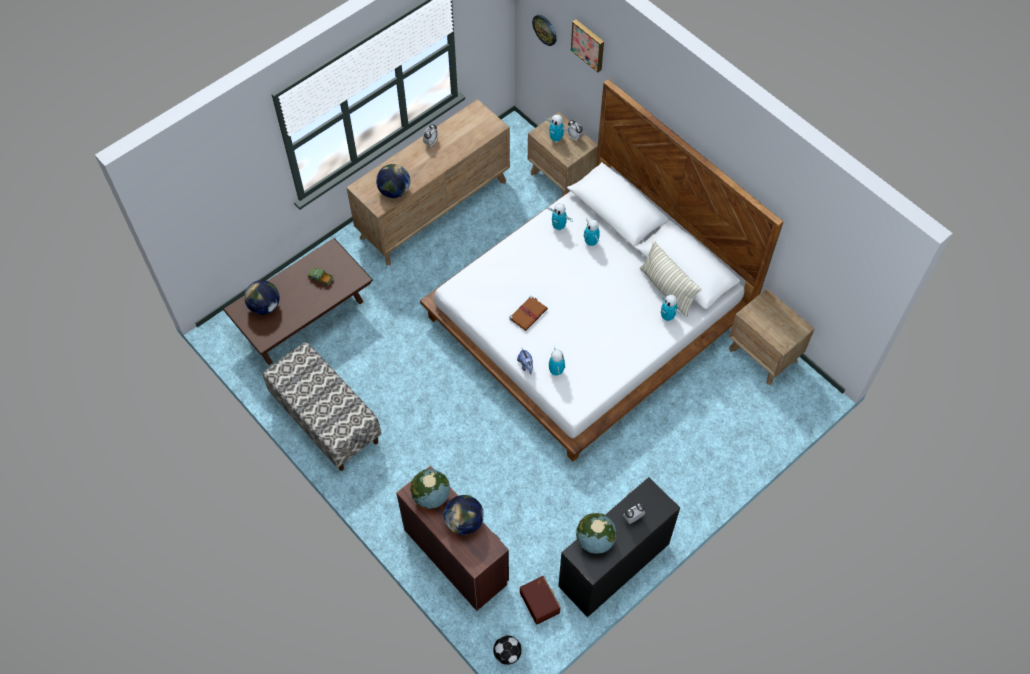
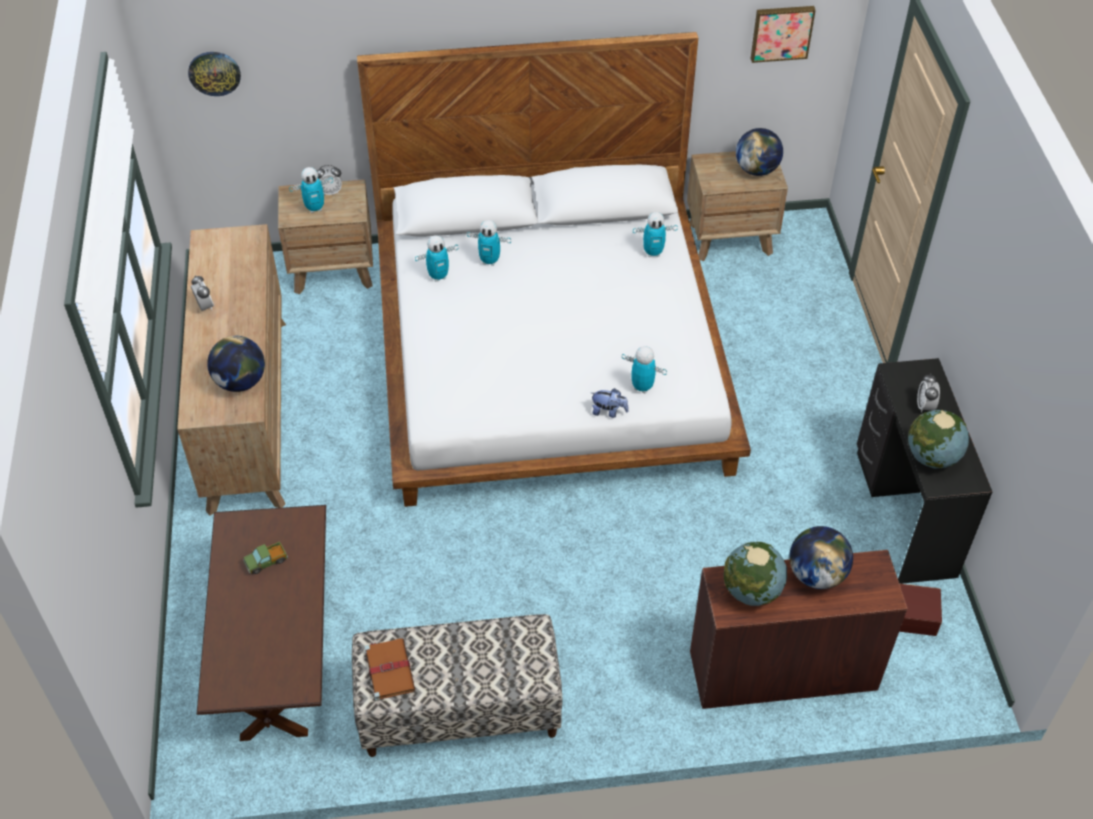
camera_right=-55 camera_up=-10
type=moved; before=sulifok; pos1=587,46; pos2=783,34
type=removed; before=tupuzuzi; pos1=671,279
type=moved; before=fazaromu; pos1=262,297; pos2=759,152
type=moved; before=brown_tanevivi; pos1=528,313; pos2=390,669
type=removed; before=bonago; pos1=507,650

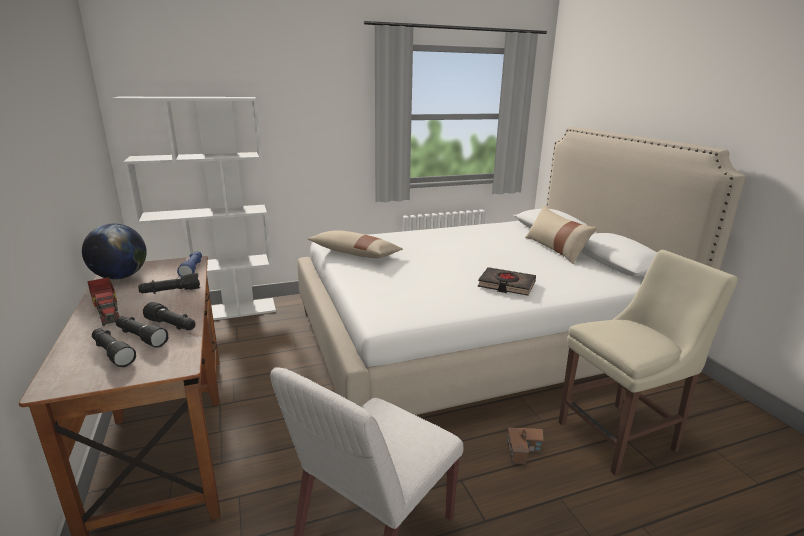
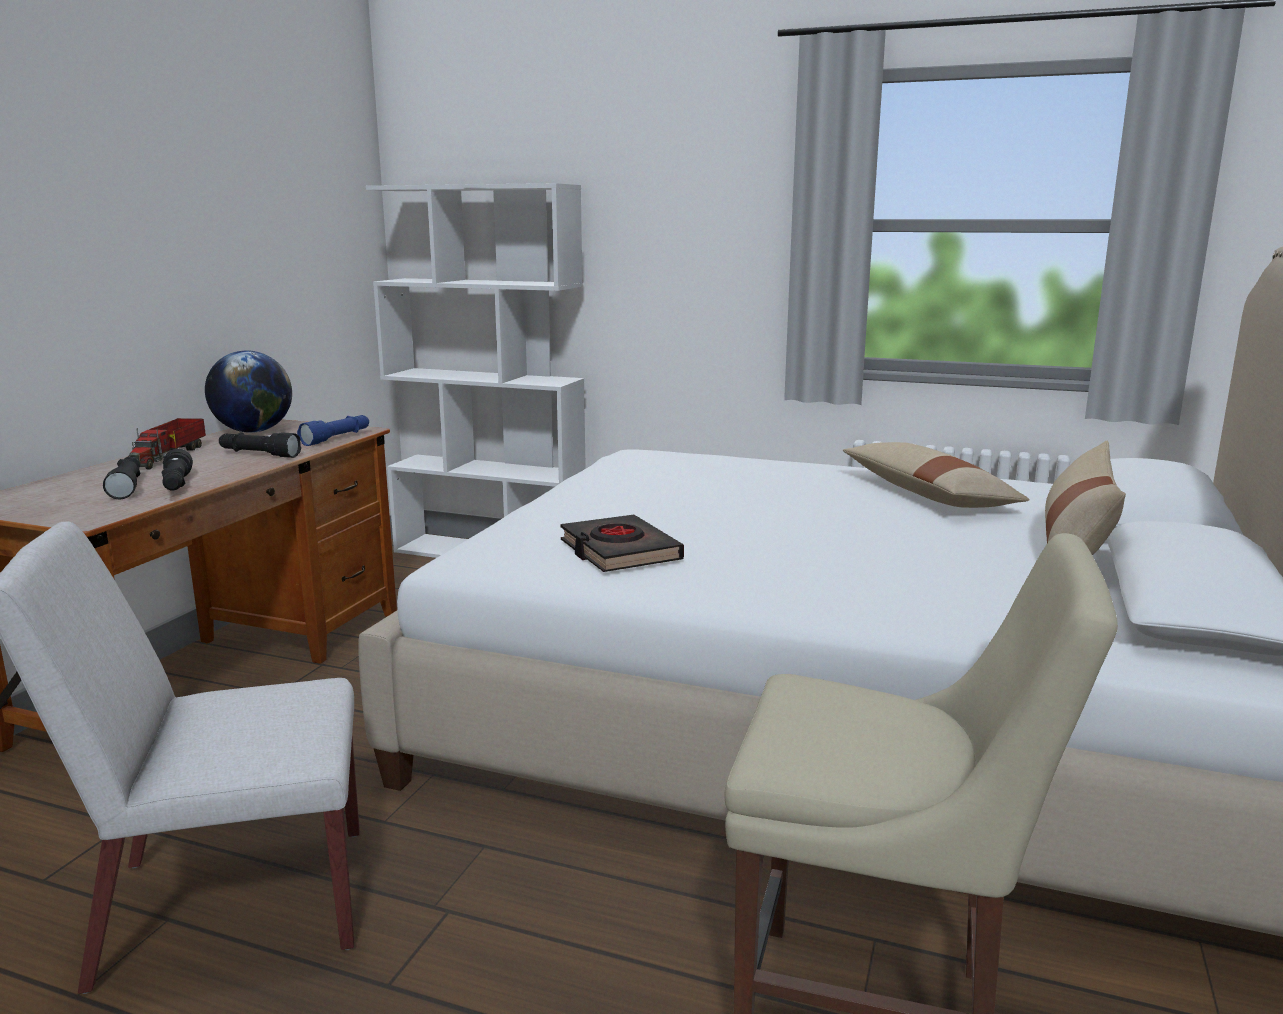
camera_right=40 camera_up=-5
type=moved; before=beige_tupuzuzi; pos1=355,244; pos2=936,475
type=moved; before=black_tanevivi; pos1=507,281; pos2=622,543
type=removed; before=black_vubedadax; pos1=114,347
type=removed; before=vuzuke; pos1=526,446

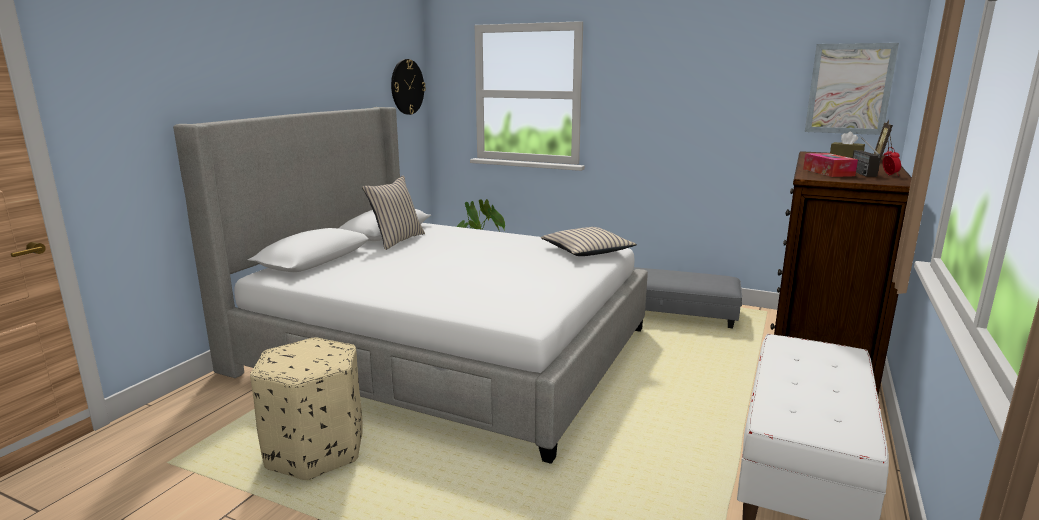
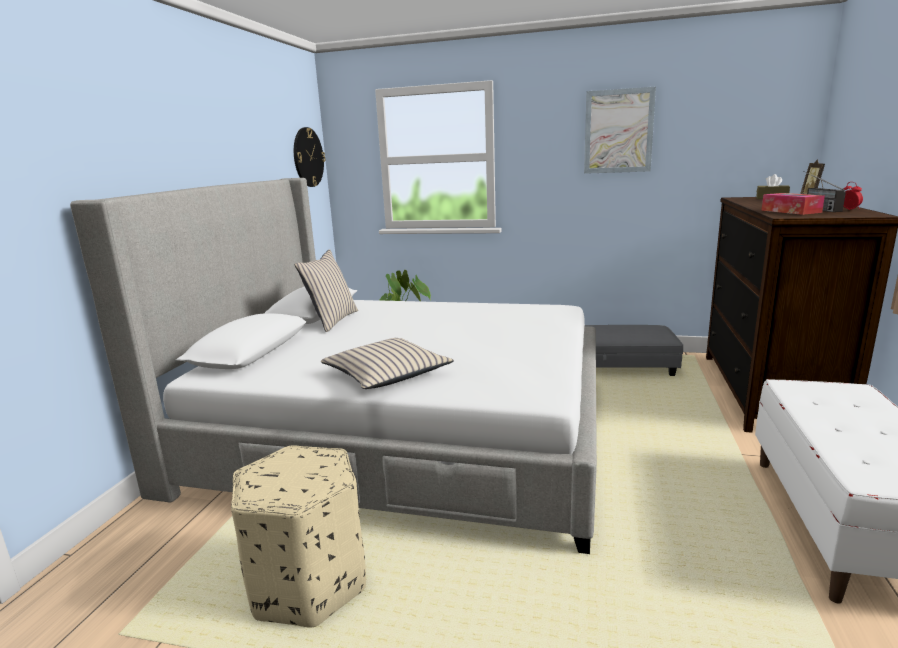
camera_right=-10 camera_up=0
type=moved; before=sulifok; pos1=852,89; pos2=620,130
type=moved; before=beige_tupuzuzi; pos1=589,241; pos2=387,363

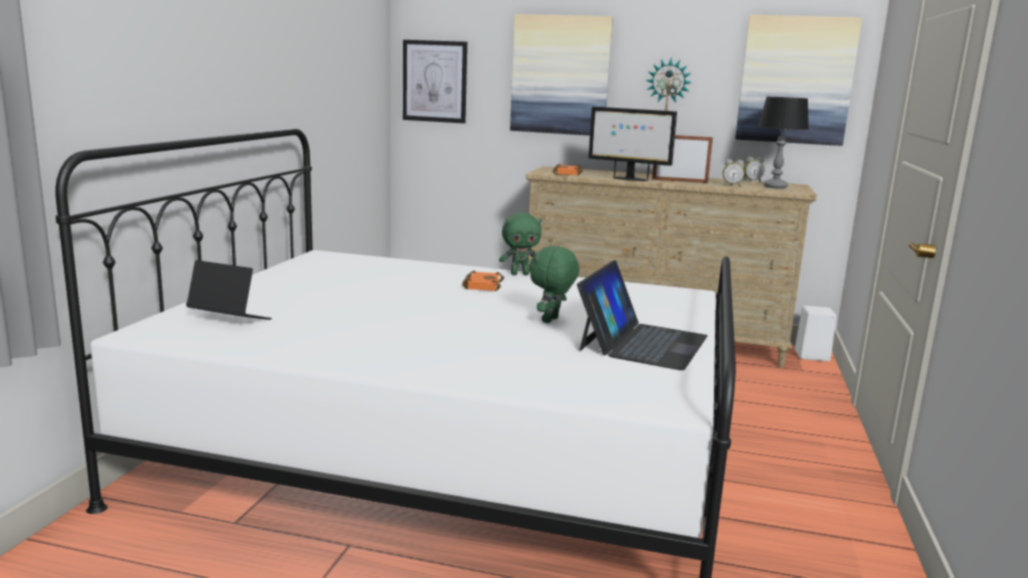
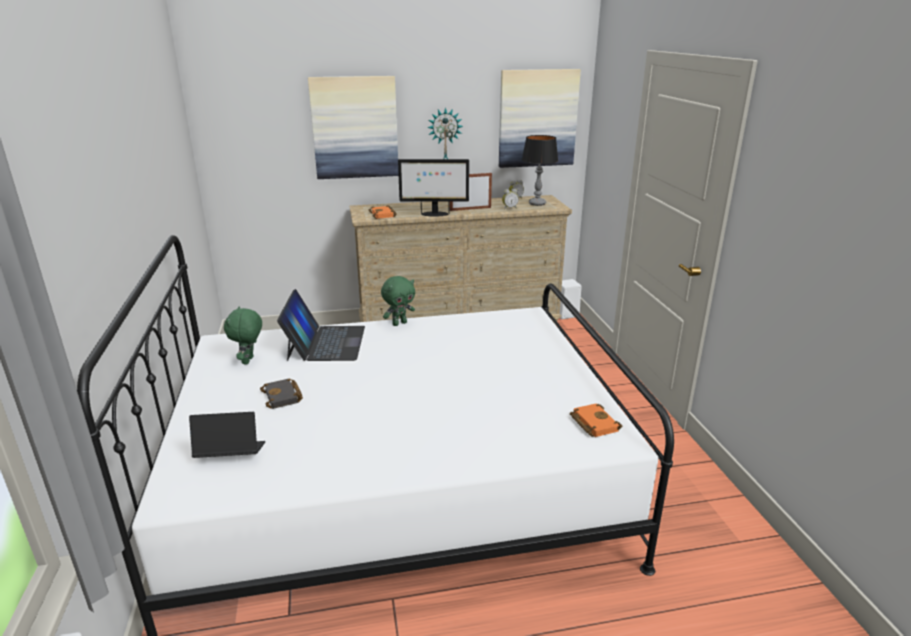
camera_right=-25 camera_up=10
type=removed; before=sulifok; pos1=435,81
type=moved; before=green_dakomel; pos1=554,284; pos2=243,336
type=moved; before=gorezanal; pos1=642,315; pos2=321,325
type=moved; before=orange_tanevivi; pos1=483,280; pos2=596,420
type=added; after=black_tanevivi; pos2=281,394

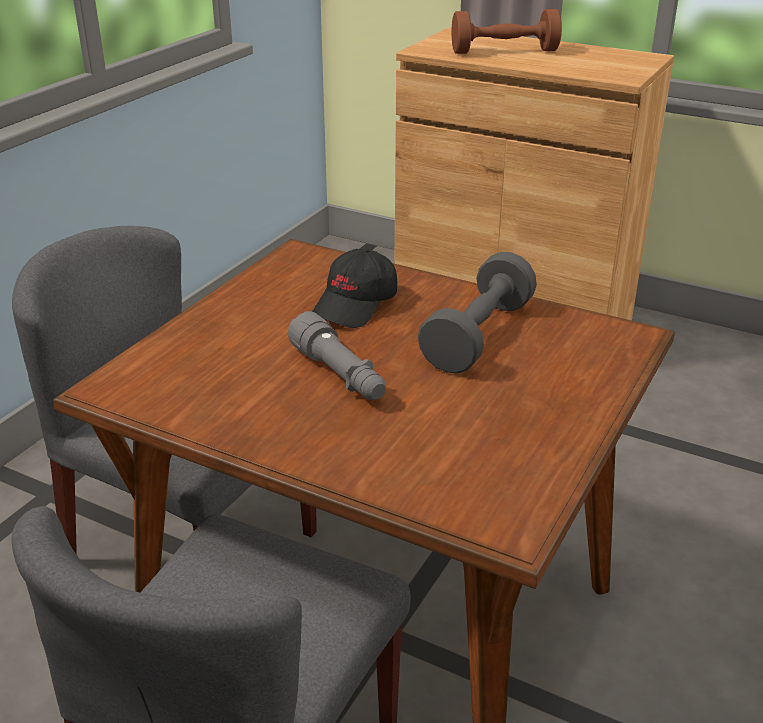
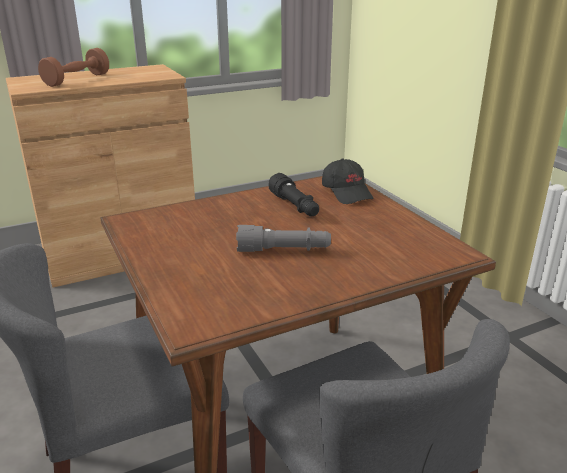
camera_right=-55 camera_up=-5
type=moved; before=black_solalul; pos1=354,288; pos2=348,181
type=replaced; before=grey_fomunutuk; after=black_vubedadax; pos1=477,313; pos2=293,194

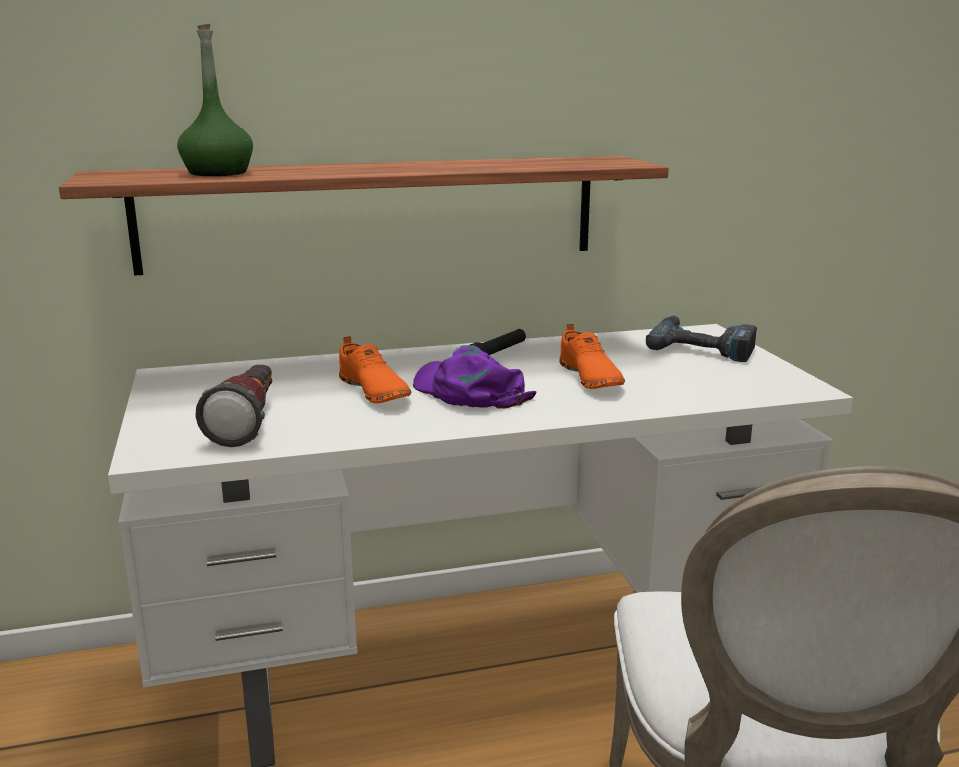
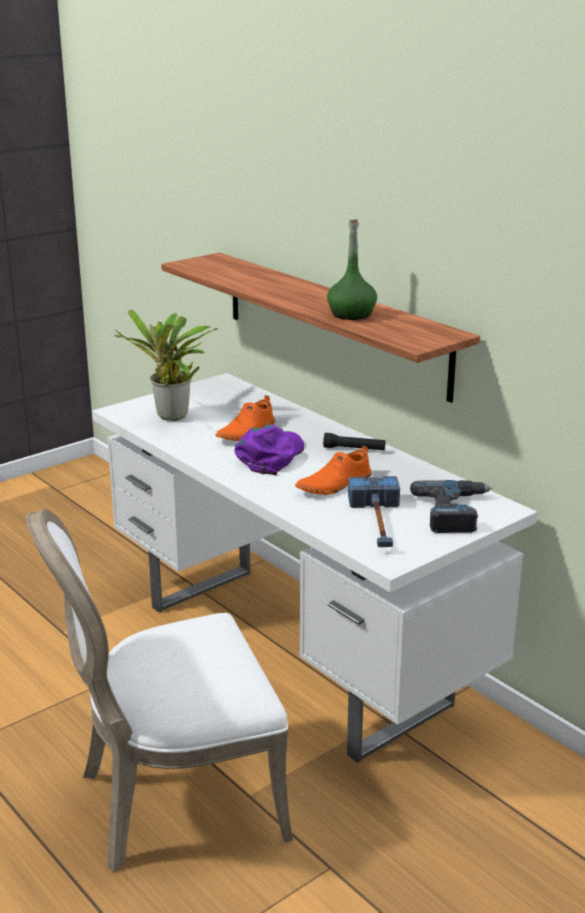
camera_right=65 camera_up=5
type=moved; before=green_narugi; pos1=215,100; pos2=352,269
type=replaced; before=vubedadax; after=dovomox; pos1=233,406; pos2=166,365
type=added; after=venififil; pos2=374,511

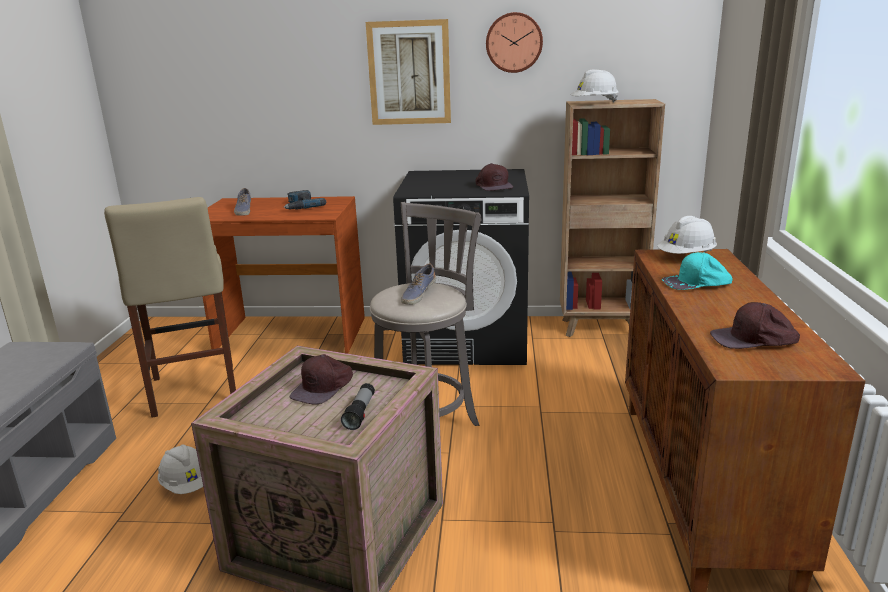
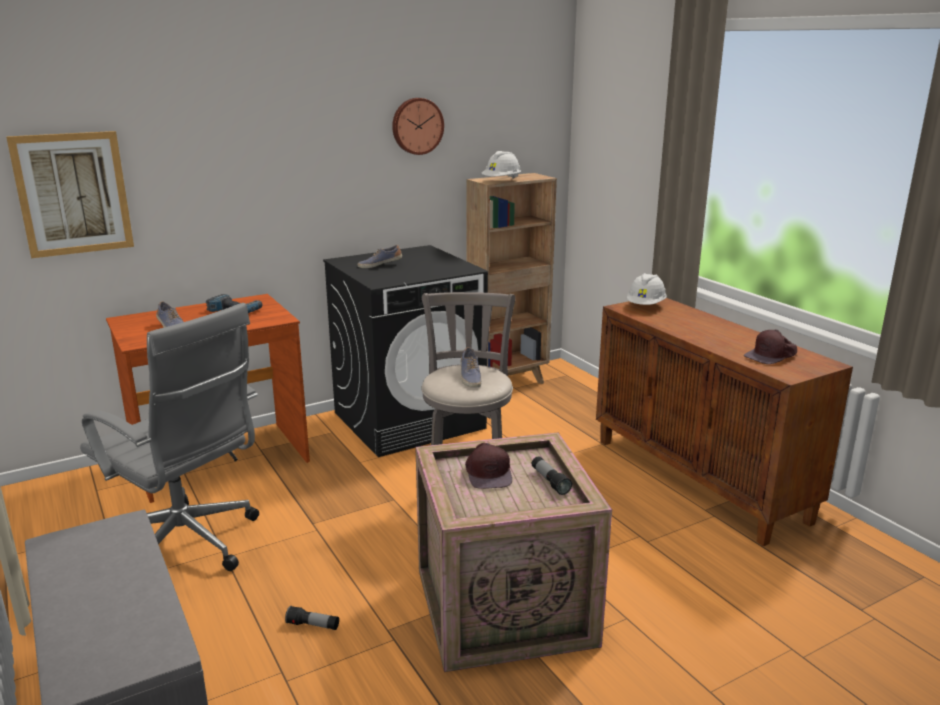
camera_right=-35 camera_up=0
type=moved; before=sulifok; pos1=408,72; pos2=70,194
type=removed; before=brown_solalul; pos1=494,177
type=replaced; before=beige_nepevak; after=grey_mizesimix; pos1=170,307; pos2=169,437
type=removed; before=turquoise_solalul; pos1=697,271
type=replaced; before=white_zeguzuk; after=vubedadax; pos1=180,469; pos2=312,618
type=added; after=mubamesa; pos2=379,256

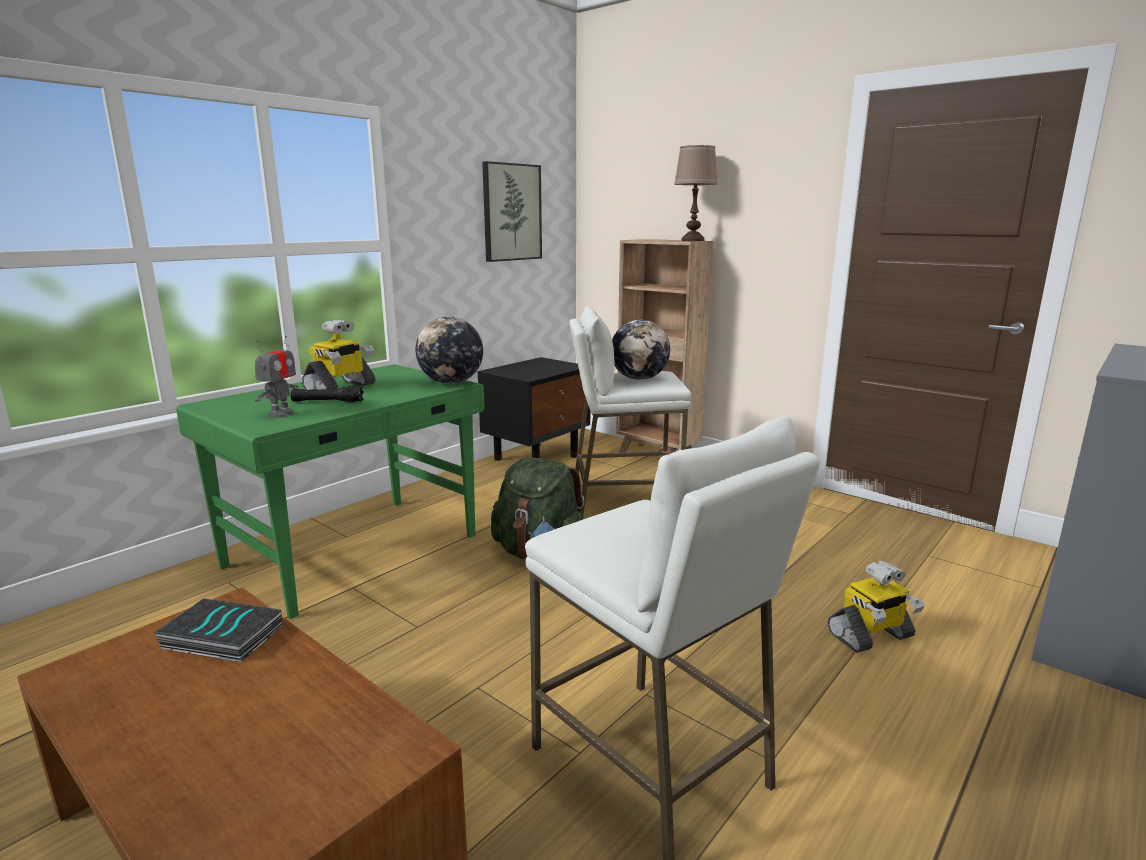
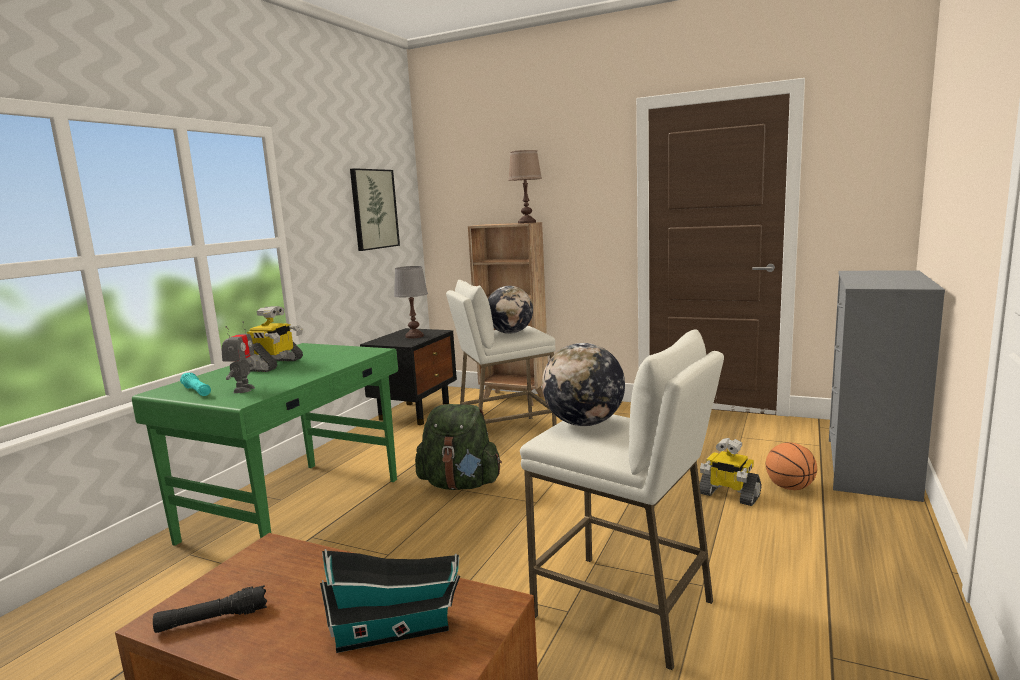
camera_right=-15 camera_up=-5
type=moved; before=fazaromu; pos1=449,350; pos2=583,384
type=moved; before=black_vubedadax; pos1=327,394; pos2=210,609
type=turned; before=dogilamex; pos1=876,606; pos2=730,472; turn=75
type=removed; before=tanevivi; pos1=218,630
type=added; after=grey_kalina; pos2=411,302
type=added; after=turquoise_vubedadax; pos2=195,384
type=added; after=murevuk; pos2=791,466
type=added; after=vuzuke; pos2=390,601

